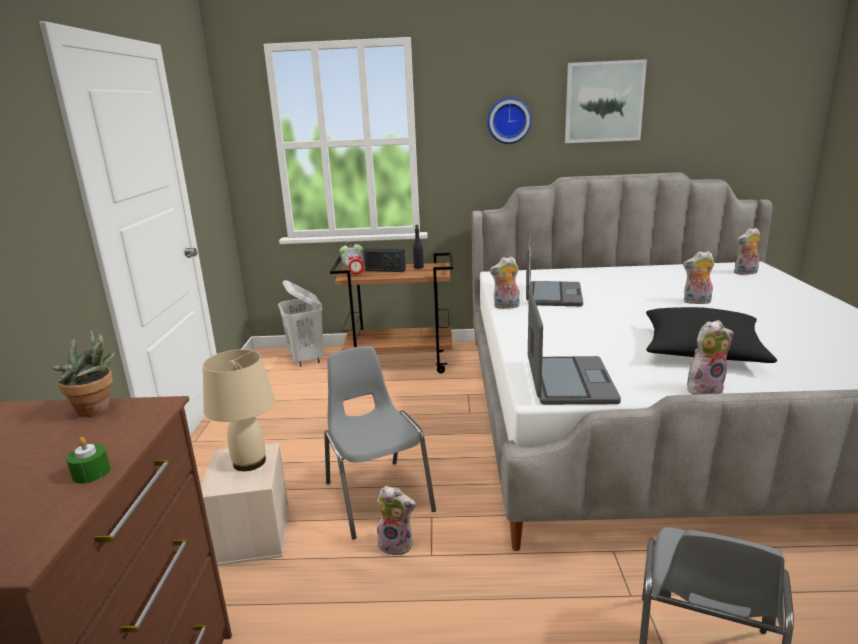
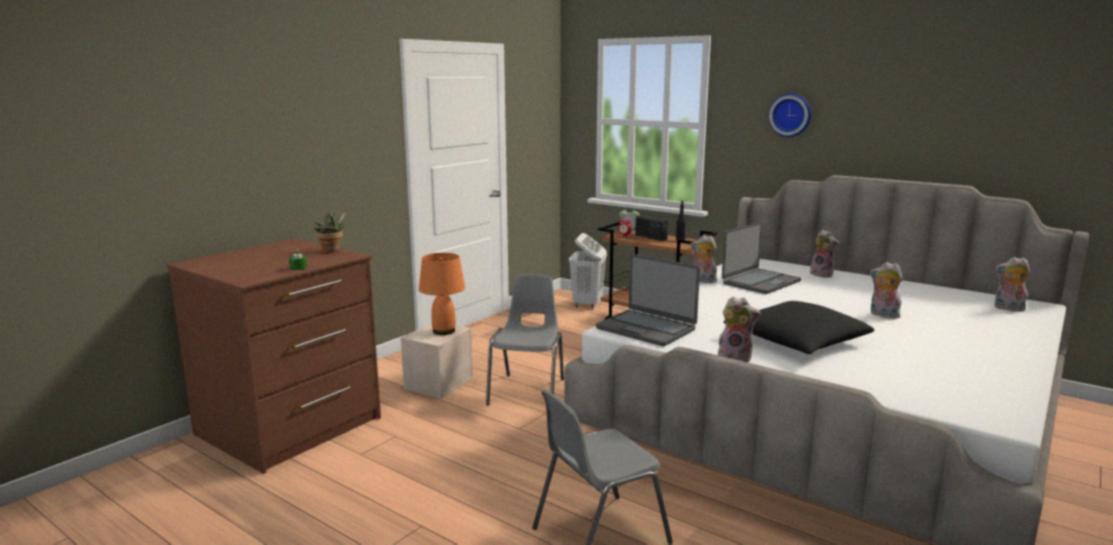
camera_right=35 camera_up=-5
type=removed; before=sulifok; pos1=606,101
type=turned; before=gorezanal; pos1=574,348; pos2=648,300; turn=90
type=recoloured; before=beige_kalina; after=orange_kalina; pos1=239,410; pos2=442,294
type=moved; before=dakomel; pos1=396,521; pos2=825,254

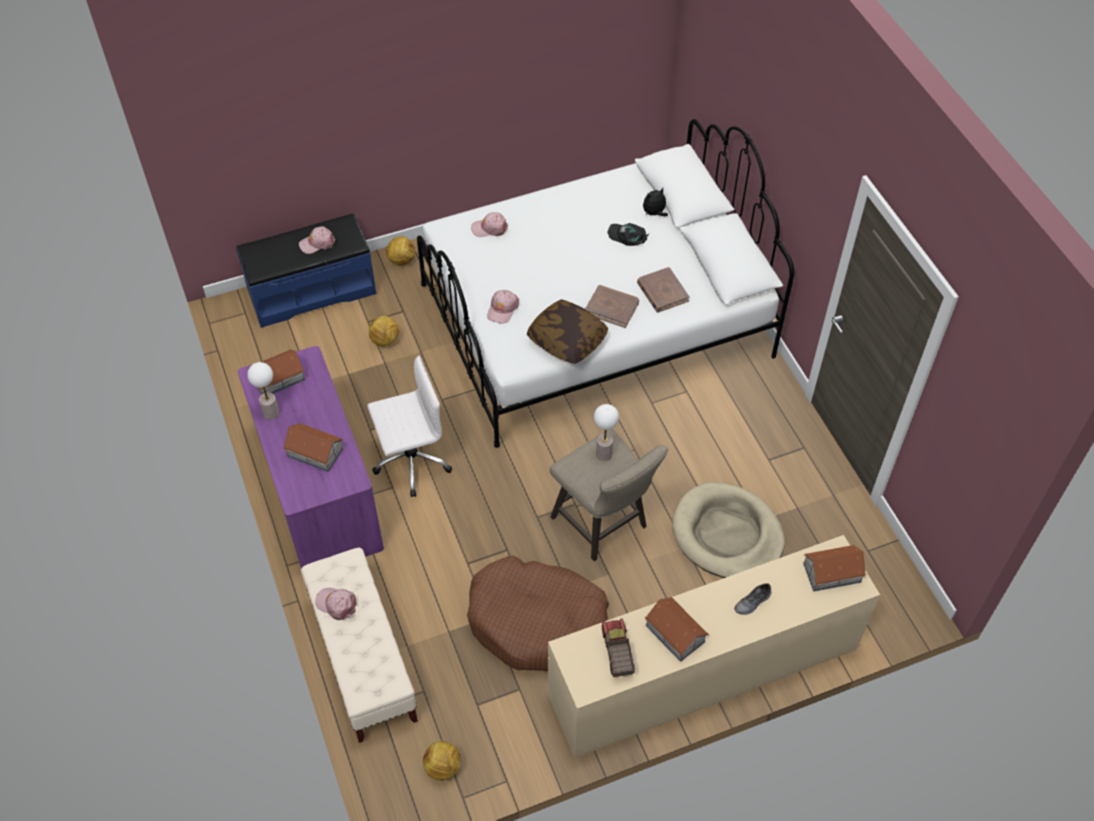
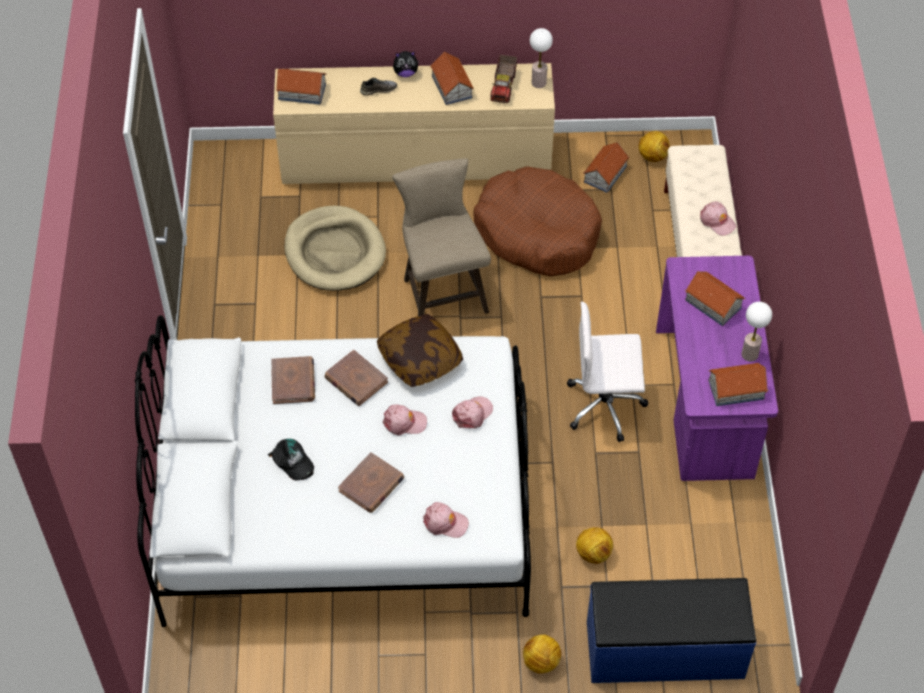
camera_right=-160 camera_up=0
type=moved; before=dakomel; pos1=655,202; pos2=406,64
type=moved; before=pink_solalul; pos1=317,240; pos2=405,420
type=moved; before=kalina; pos1=606,432; pos2=541,58
type=added; after=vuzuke; pos2=606,167
type=added; after=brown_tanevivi; pos2=371,482

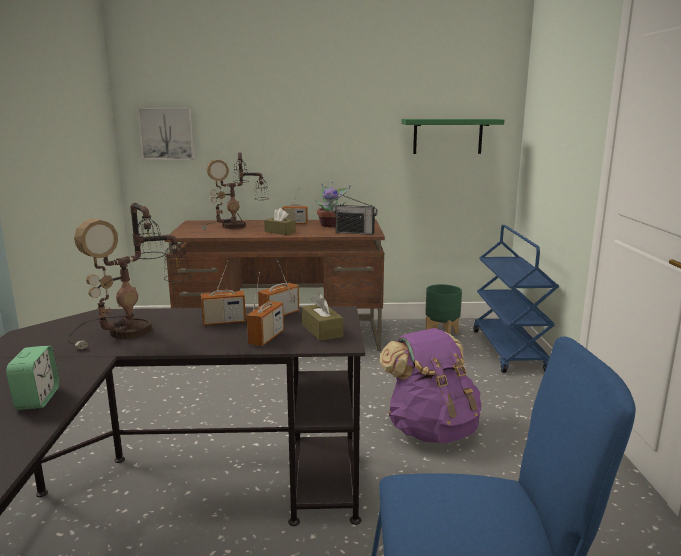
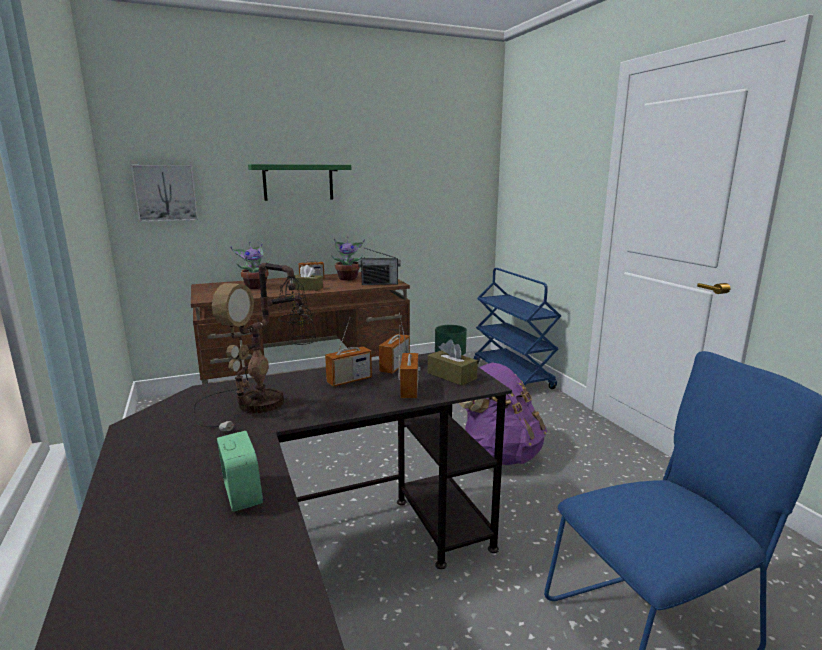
camera_right=-20 camera_up=0
type=moved; before=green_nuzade; pos1=453,136; pos2=299,182
type=replaced; before=kalina; after=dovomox; pos1=235,191; pos2=250,265

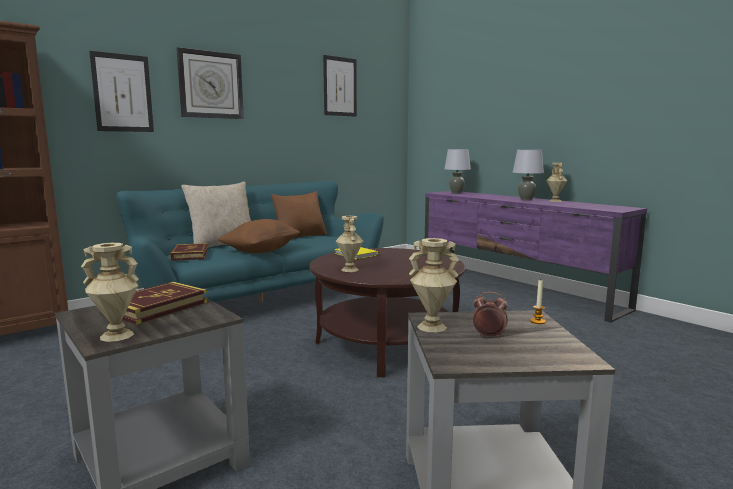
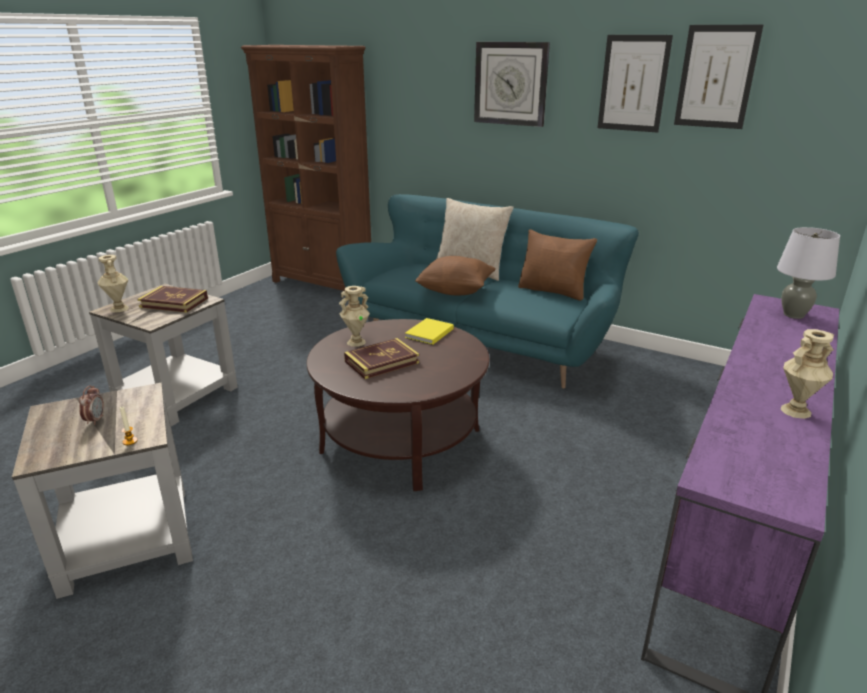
camera_right=70 camera_up=15
type=moved; before=sulifok; pos1=121,91; pos2=635,84
type=removed; before=grey_kalina; pos1=528,175
type=removed; before=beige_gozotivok; pos1=434,285
type=moved; before=tanevivi; pos1=189,252; pos2=381,358

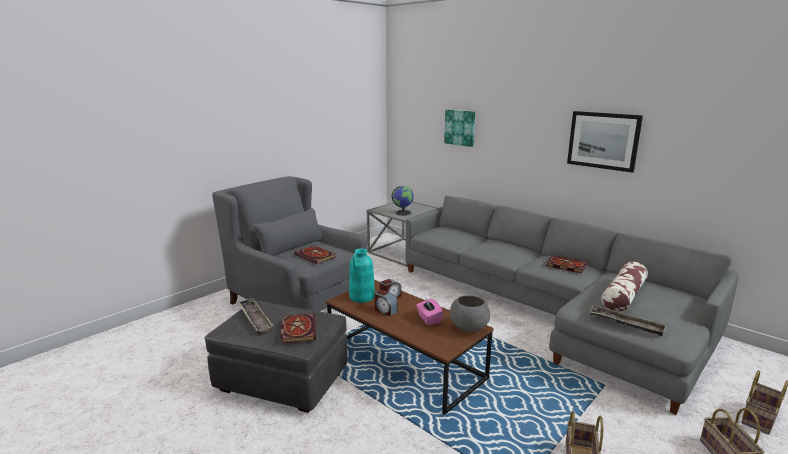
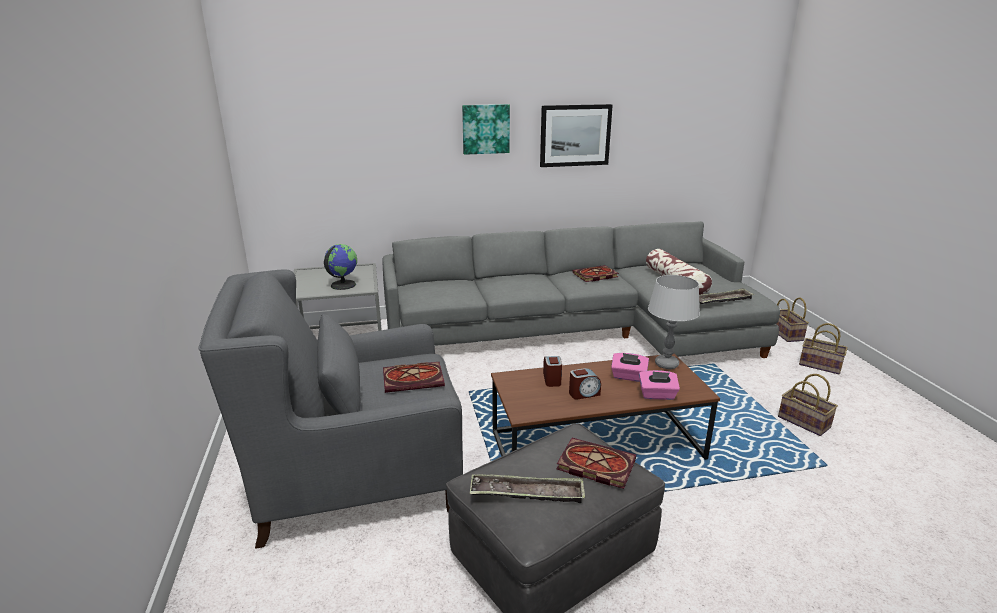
camera_right=-55 camera_up=5
type=moved; before=sulifok; pos1=459,128; pos2=486,129
type=removed; before=turquoise_gozotivok; pos1=362,276
type=replaced; before=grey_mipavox; after=grey_kalina; pos1=470,314; pos2=674,322
type=added; after=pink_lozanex; pos2=659,385

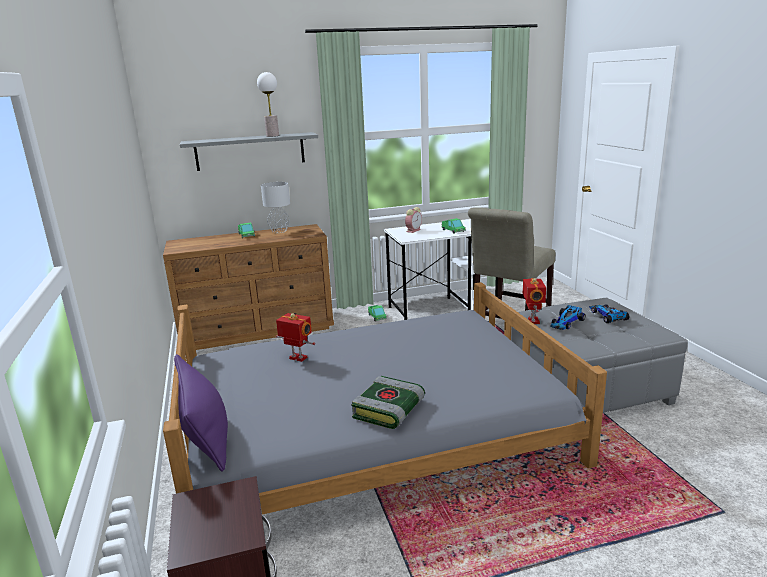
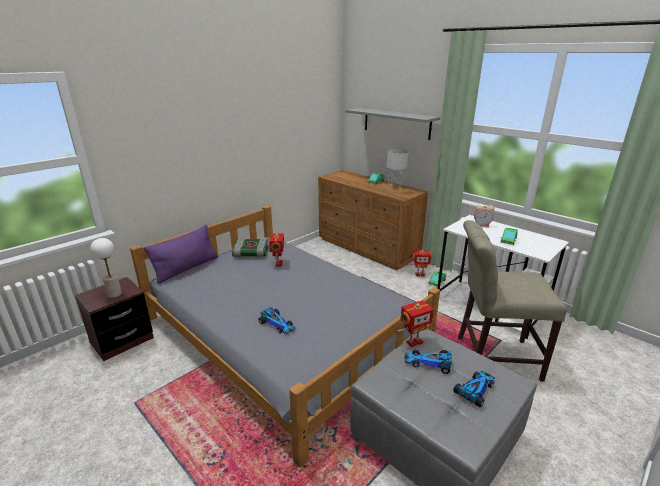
camera_right=60 camera_up=5
type=moved; before=kalina; pos1=268,104; pos2=106,268
type=moved; before=tanevivi; pos1=388,402; pos2=250,247
type=added; after=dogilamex; pos2=421,263
type=added; after=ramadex; pos2=277,320

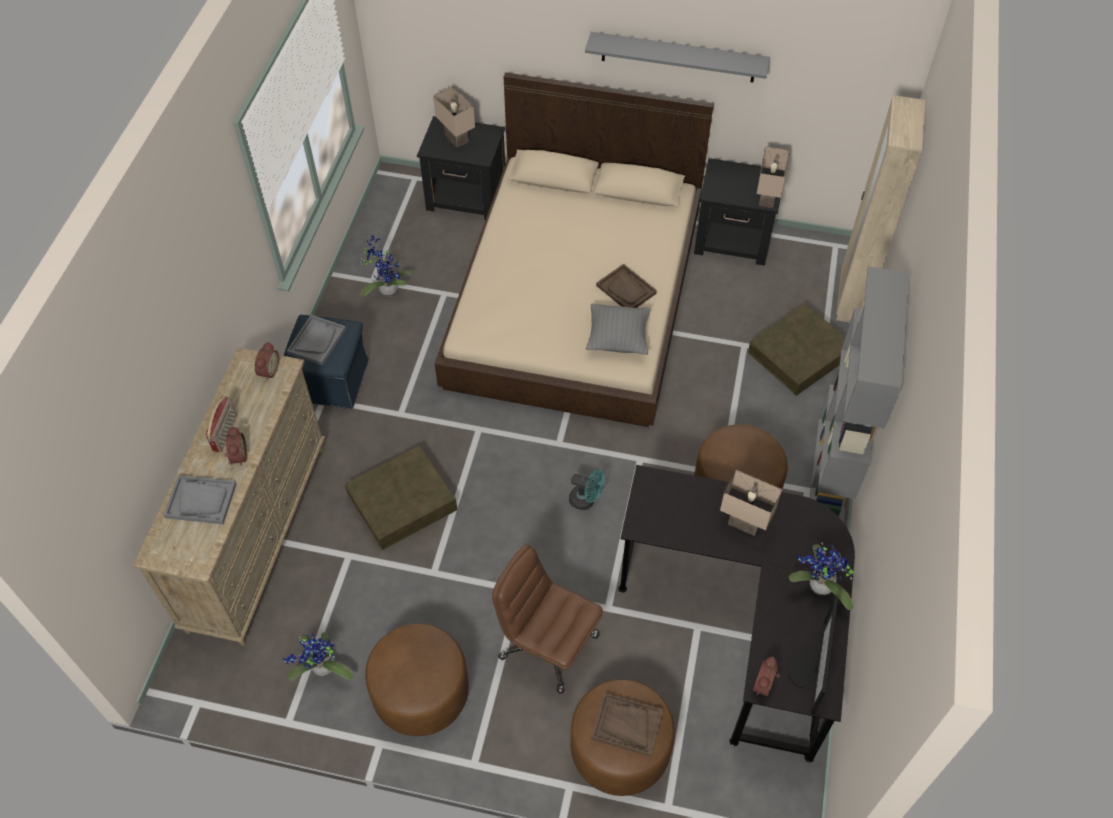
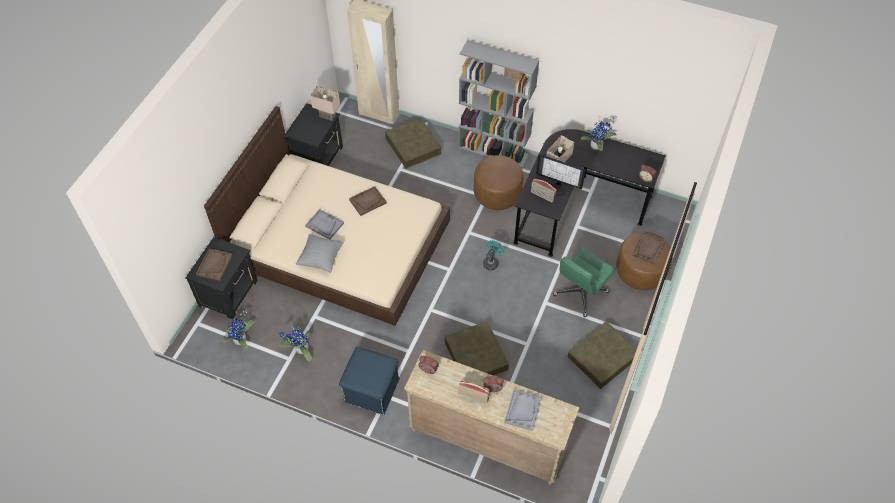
camera_right=-80 camera_up=0
type=removed; before=grey_nuzade; pos1=677,57
type=replaced; before=beige_kalina; after=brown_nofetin; pos1=454,117; pos2=214,264
type=moved; before=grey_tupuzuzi; pos1=618,329; pos2=320,253
type=moved; before=grey_nofetin; pos1=316,340; pos2=324,224
type=recoloured; before=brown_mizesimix; after=green_mizesimix; pos1=547,619; pos2=584,282
type=moved; before=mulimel; pos1=812,656; pos2=561,175
type=replaced; before=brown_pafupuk; after=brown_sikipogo; pos1=417,680; pos2=602,355
type=moved; before=dovomox; pos1=318,656; pos2=238,328
type=added; after=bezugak; pos2=544,191

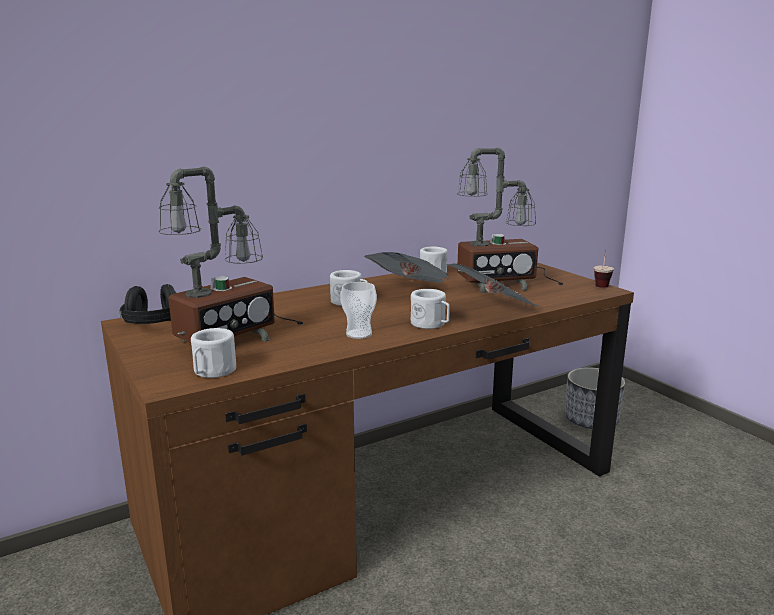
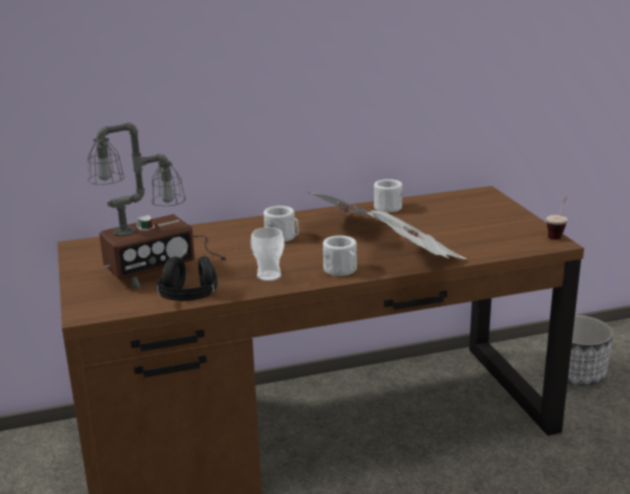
camera_right=15 camera_up=5
type=removed; before=kalina; pos1=510,220
type=moved; before=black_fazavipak; pos1=148,304; pos2=187,278
type=removed; before=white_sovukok; pos1=213,353

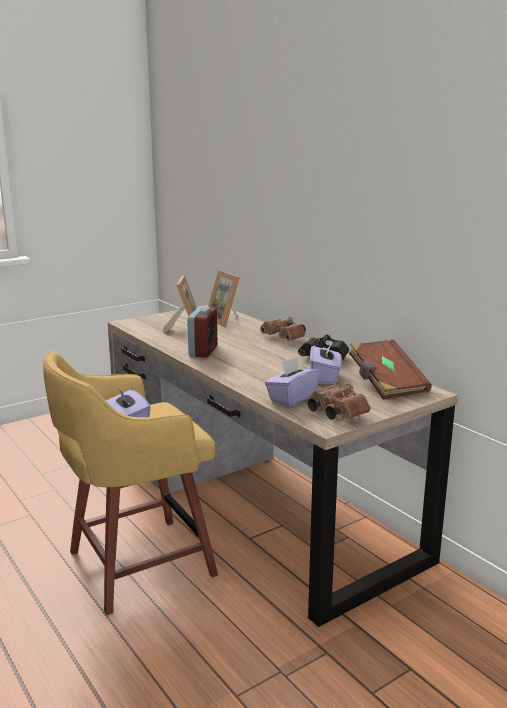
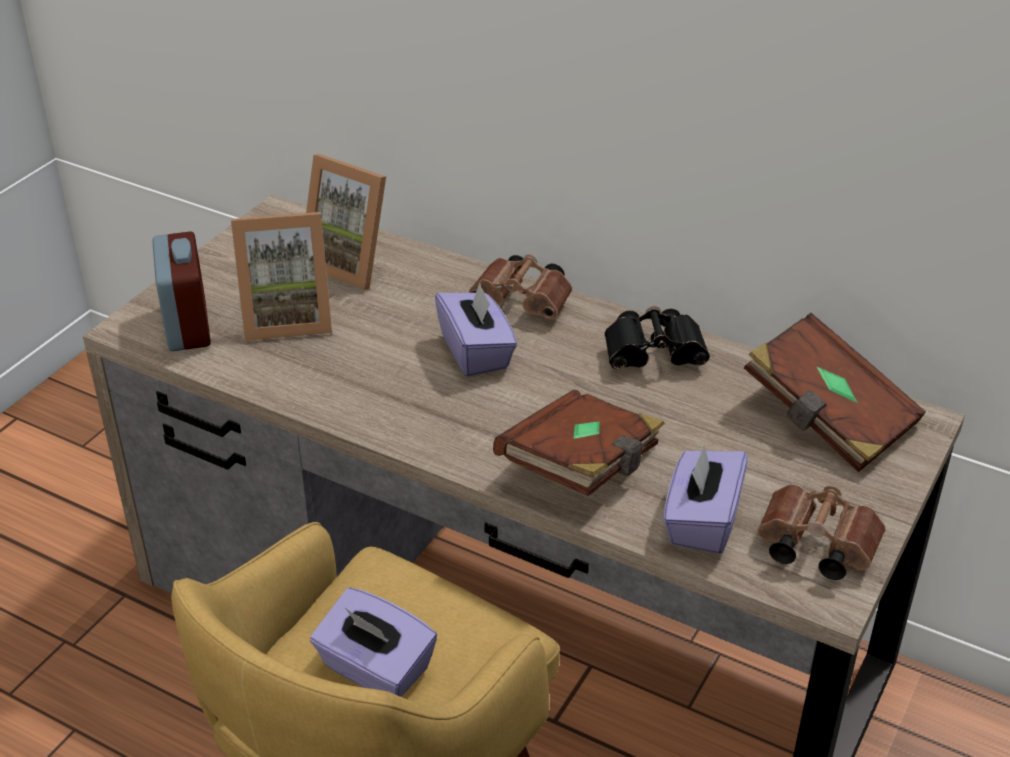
camera_right=-25 camera_up=20
type=turned; before=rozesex; pos1=180,304; pos2=281,276; turn=105
type=moved; before=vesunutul; pos1=202,332; pos2=181,291
type=moved; before=purple_lozanex; pos1=326,363; pos2=476,330
type=added; after=brown_tanevivi; pos2=579,442

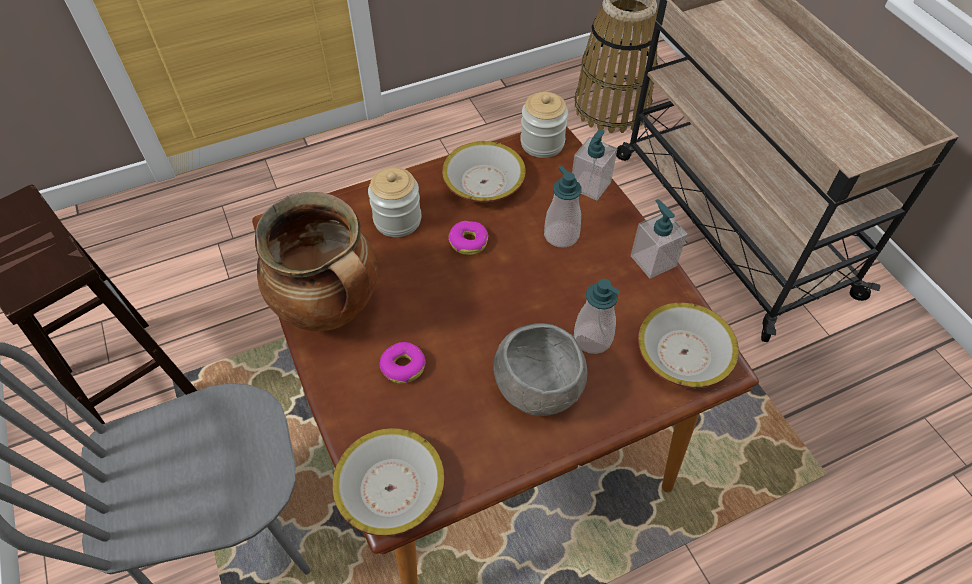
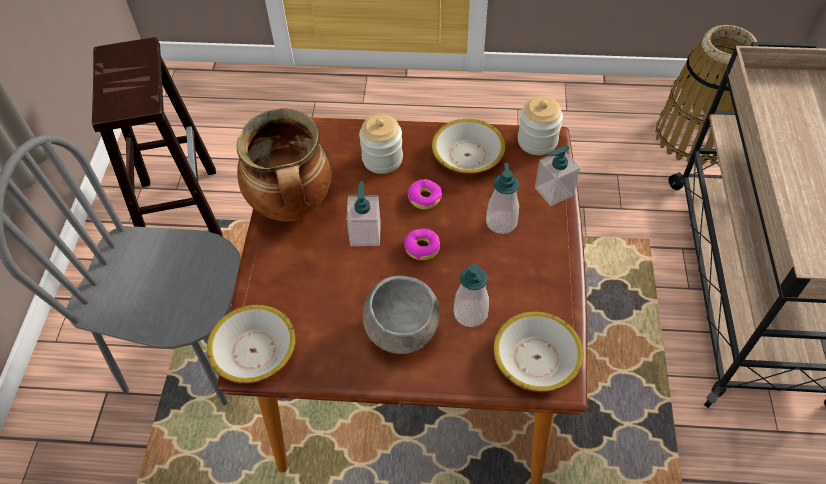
camera_right=30 camera_up=0
type=moved; before=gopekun; pos1=659,239; pos2=363,213
type=moved; before=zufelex; pos1=402,363; pos2=422,244

